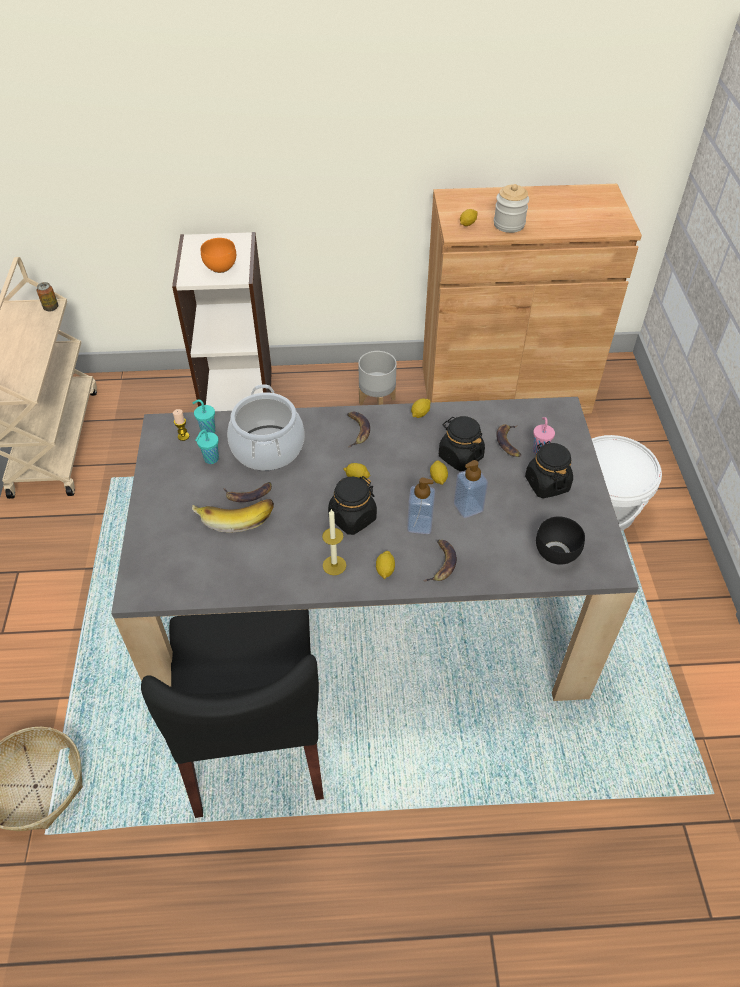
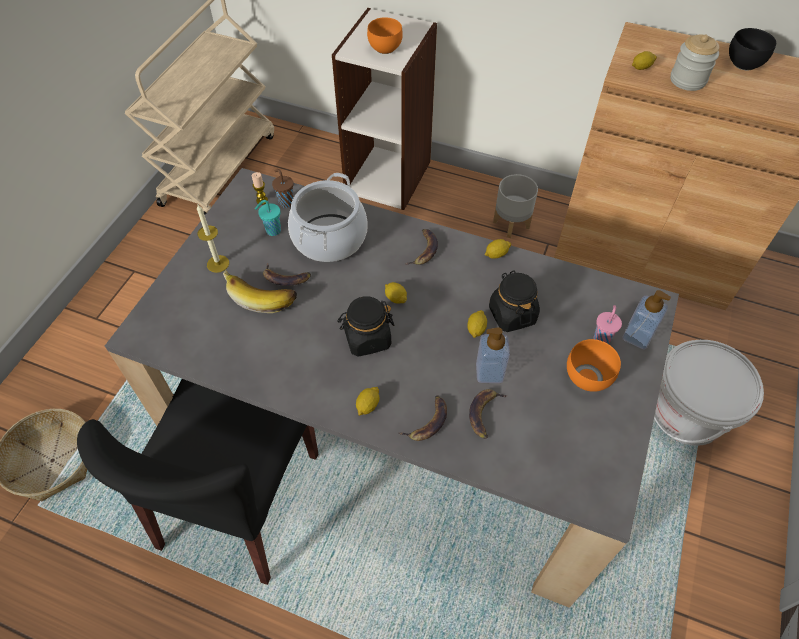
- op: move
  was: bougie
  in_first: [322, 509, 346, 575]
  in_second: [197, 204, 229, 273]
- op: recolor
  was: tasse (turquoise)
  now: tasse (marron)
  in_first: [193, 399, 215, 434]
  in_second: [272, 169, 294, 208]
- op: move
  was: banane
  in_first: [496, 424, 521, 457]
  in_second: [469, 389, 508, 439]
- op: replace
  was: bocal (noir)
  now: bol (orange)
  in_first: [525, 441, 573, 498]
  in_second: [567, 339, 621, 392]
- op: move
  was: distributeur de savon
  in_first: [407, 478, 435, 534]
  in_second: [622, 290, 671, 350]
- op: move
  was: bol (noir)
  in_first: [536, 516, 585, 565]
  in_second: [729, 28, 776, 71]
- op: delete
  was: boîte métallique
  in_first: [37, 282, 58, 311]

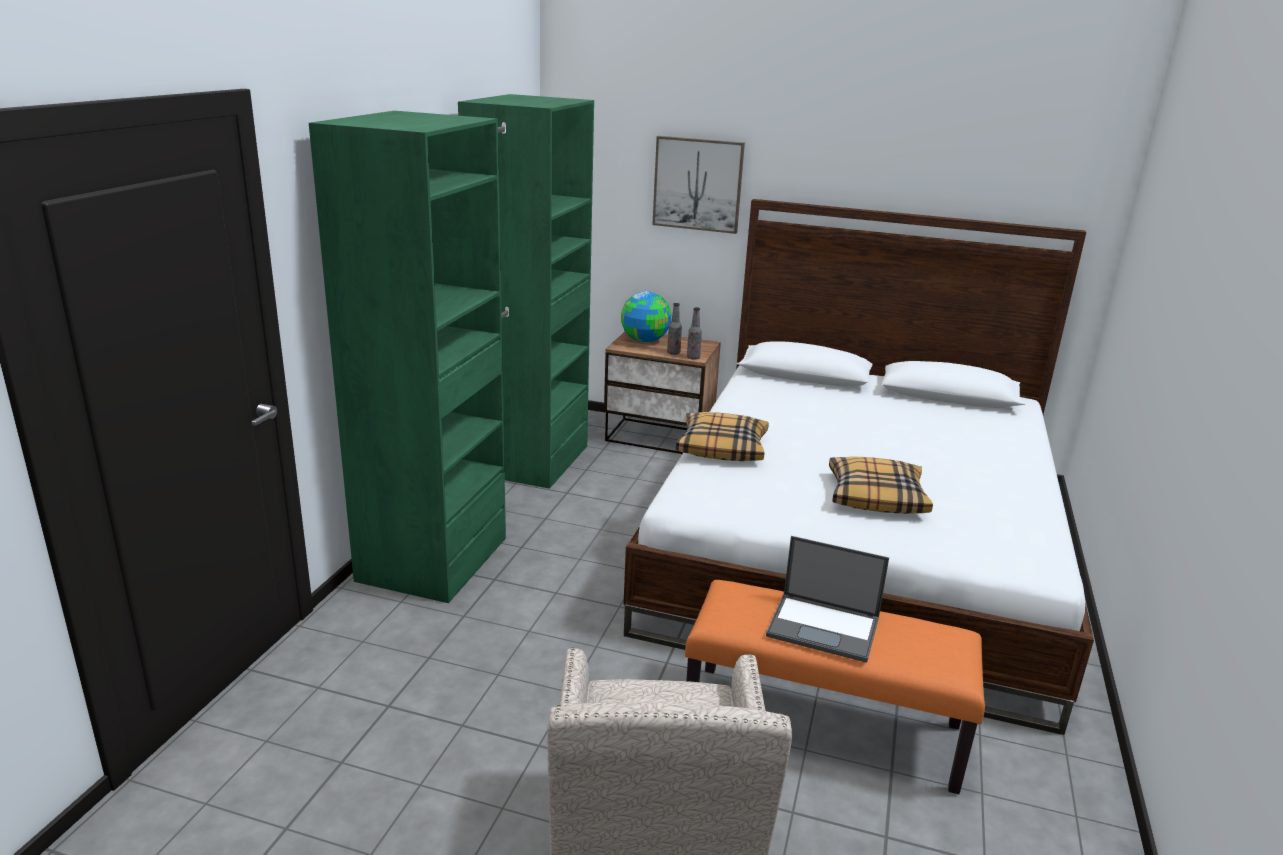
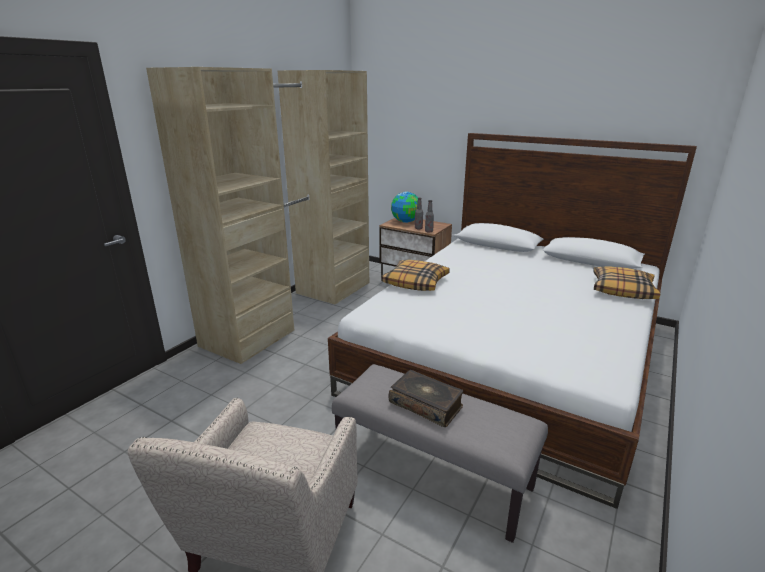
- op: recolor
  was: armoire (vert)
  now: armoire (beige)
  in_first: [309, 94, 594, 603]
  in_second: [146, 67, 369, 364]
- op: recolor
  was: banc (orange)
  now: banc (gris)
  in_first: [685, 580, 985, 794]
  in_second: [332, 364, 548, 543]
- op: replace
  was: ordinateur portable
  now: livre
  in_first: [766, 536, 889, 663]
  in_second: [388, 370, 464, 427]
- op: move
  was: coussin
  in_first: [829, 456, 933, 514]
  in_second: [593, 266, 661, 299]
- op: delete
  was: tableau
  in_first: [652, 136, 745, 234]

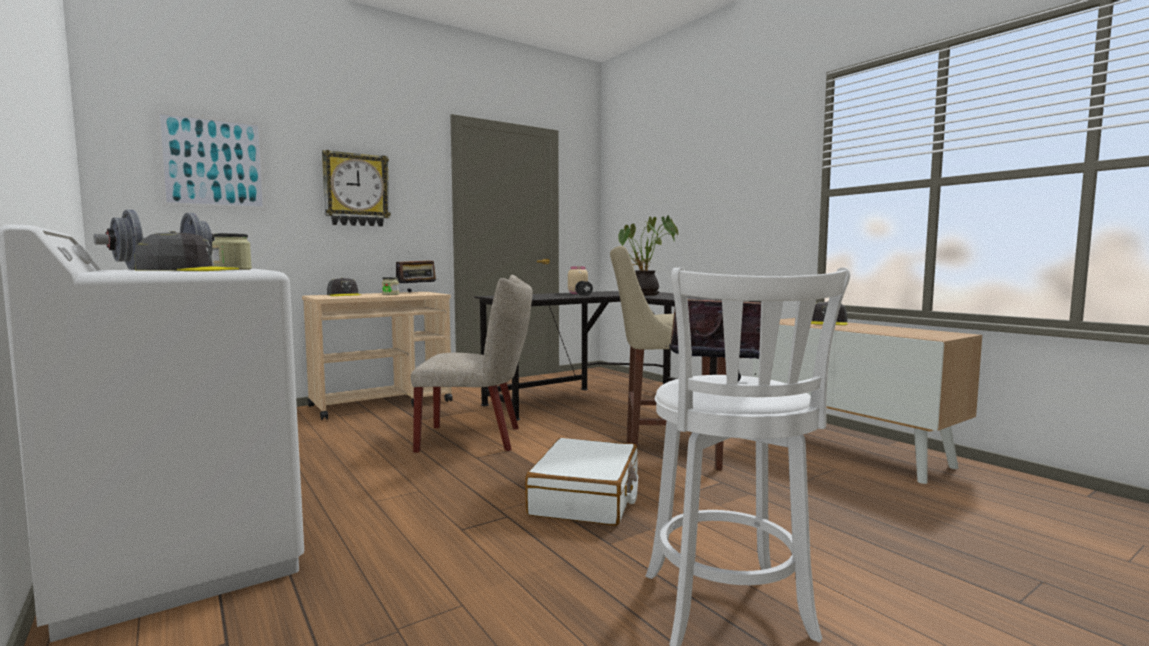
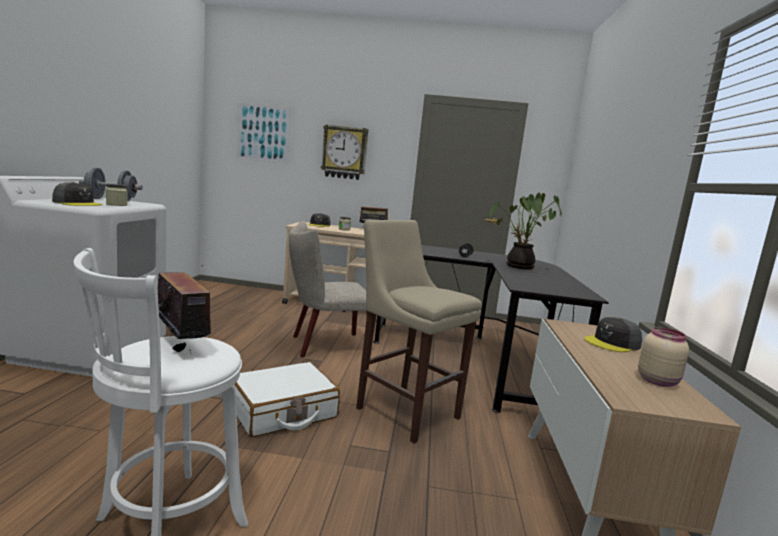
- op: rotate
  was: chaise (beige)
  in_first: [411, 275, 533, 452]
  in_second: [289, 221, 367, 357]
  clockwise: 120
- op: move
  was: bocal (beige)
  in_first: [568, 266, 588, 294]
  in_second: [638, 327, 689, 387]

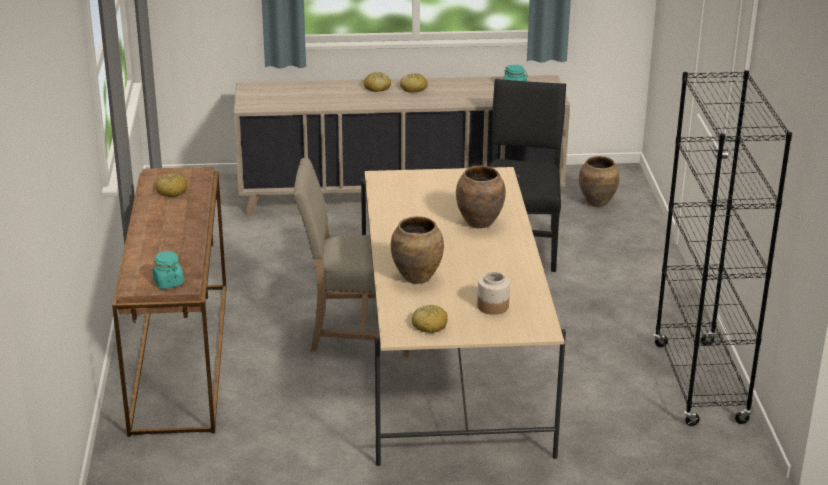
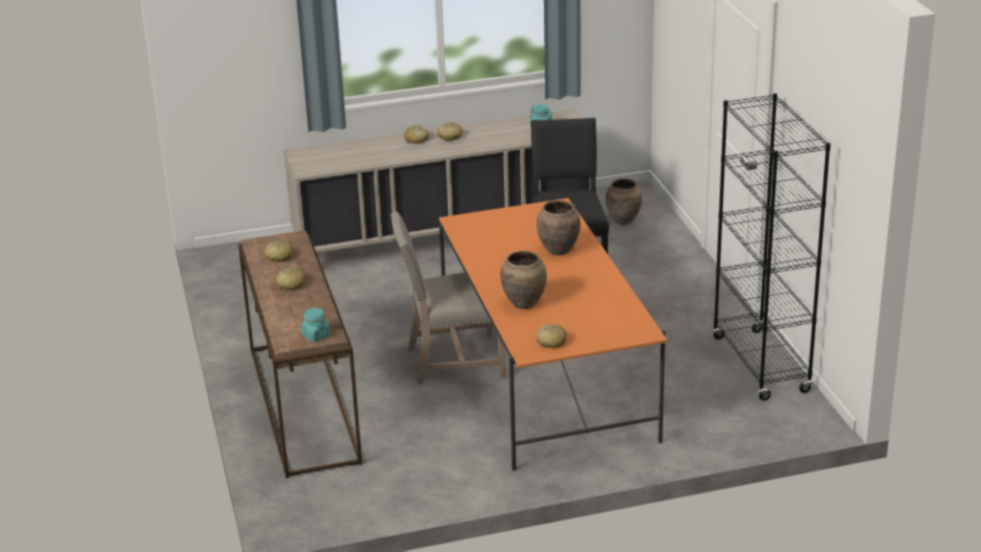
- op: insert
  now: pain
  in_second: [276, 268, 305, 290]
- op: recolor
  was: table à manger (beige)
  now: table à manger (orange)
  in_first: [361, 167, 566, 466]
  in_second: [439, 198, 667, 471]
- op: delete
  was: bocal
  in_first: [477, 272, 510, 315]

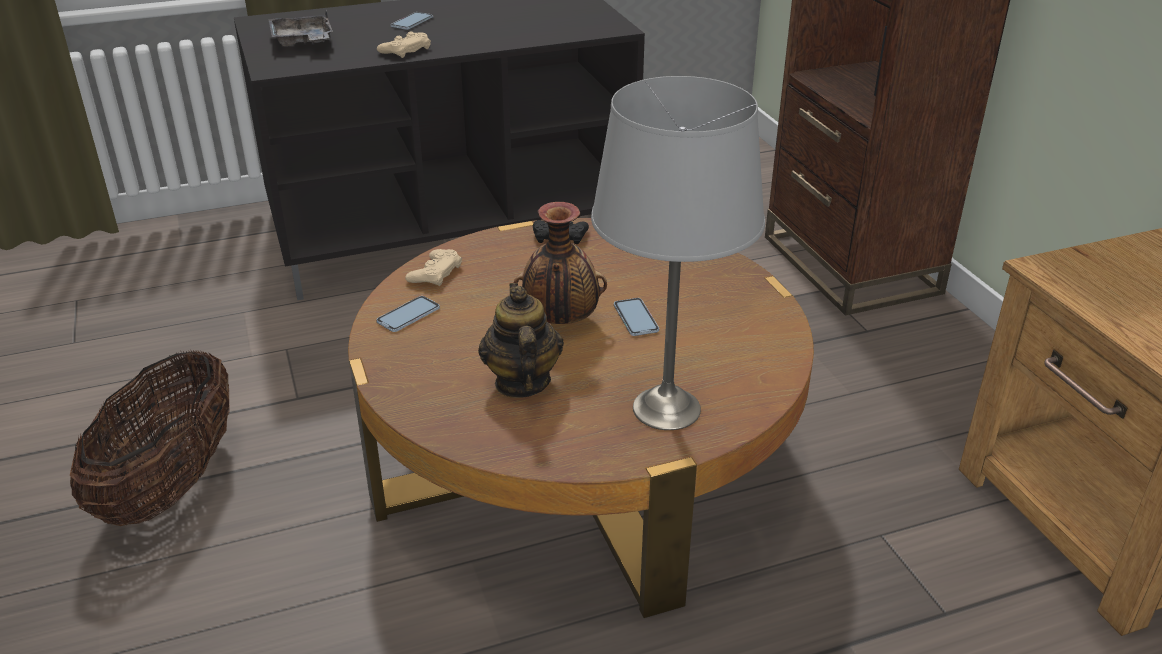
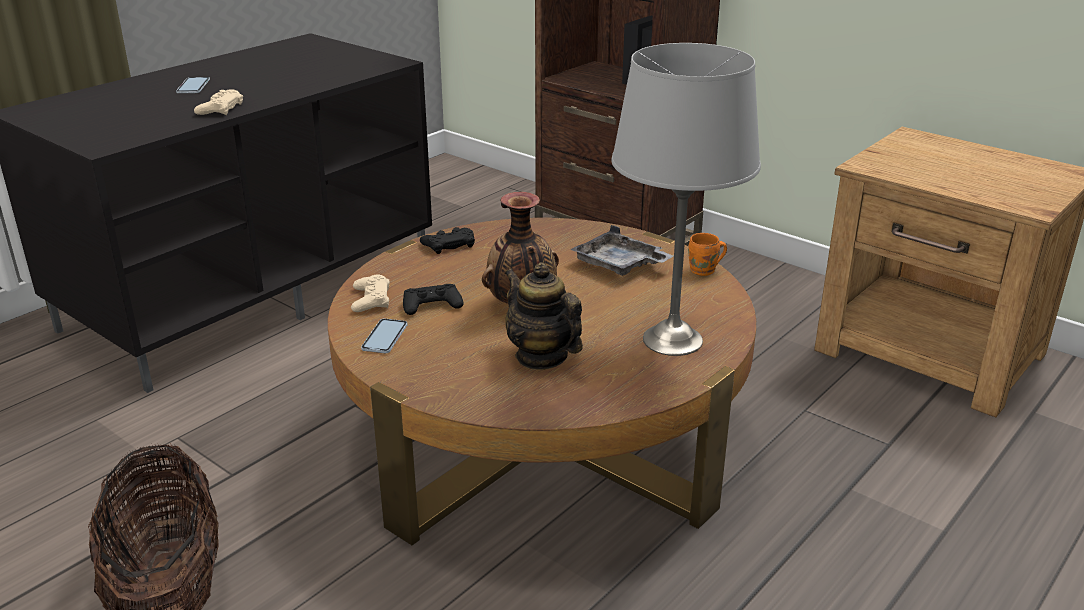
- op: insert
  now: manette (noir)
  in_second: [403, 284, 464, 315]
- op: move
  was: plateau (gris)
  in_first: [268, 10, 333, 47]
  in_second: [570, 225, 673, 276]
- op: insert
  now: mug (orange)
  in_second: [688, 233, 727, 276]
- op: delete
  was: téléphone
  in_first: [614, 298, 659, 336]

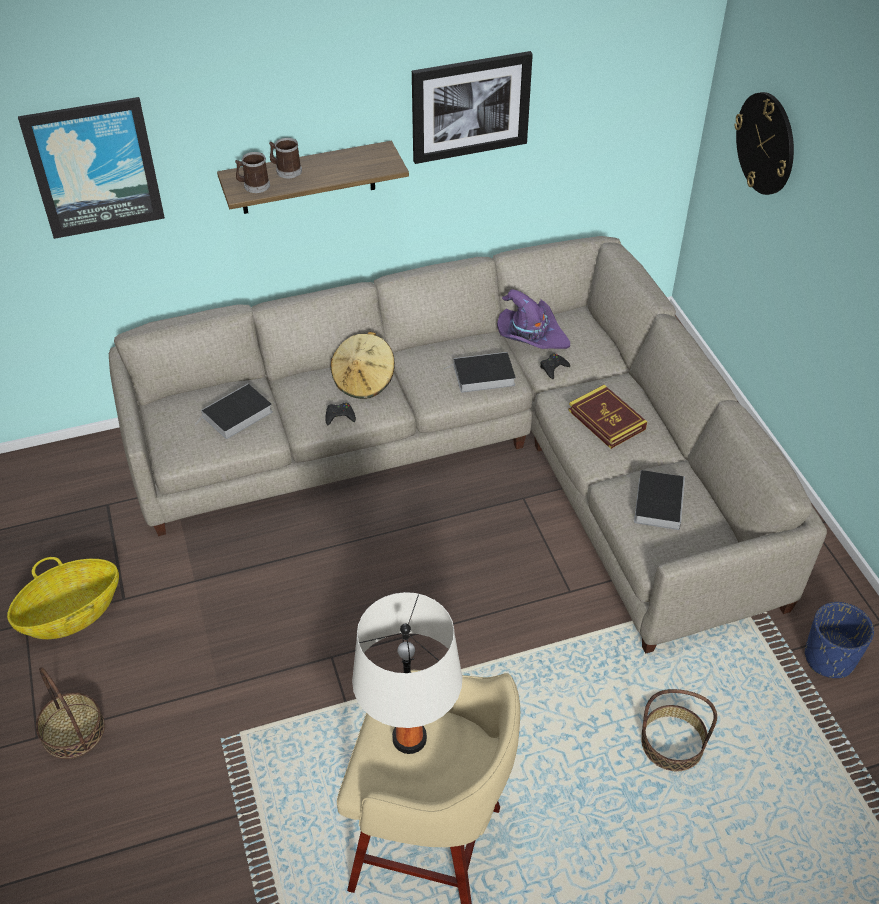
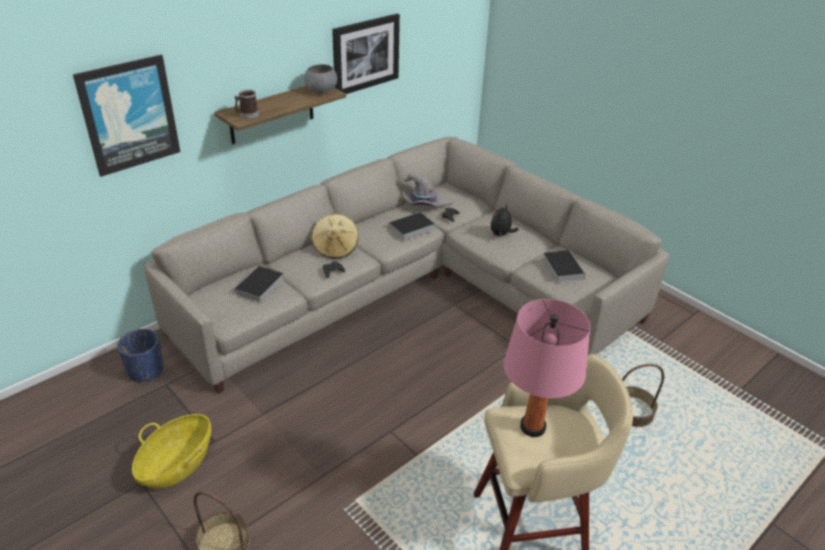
- op: move
  was: cache-pot (bleu)
  in_first: [805, 602, 874, 678]
  in_second: [117, 329, 163, 382]
- op: insert
  now: bol (gris)
  in_second: [304, 64, 337, 93]
- op: recolor
  was: chapeau (violet)
  now: chapeau (gris)
  in_first: [497, 289, 570, 349]
  in_second: [402, 173, 453, 207]
- op: replace
  was: livre
  now: peluche
  in_first: [568, 385, 647, 449]
  in_second: [491, 203, 519, 237]
- op: recolor
  was: lampe de table (blanc)
  now: lampe de table (rose)
  in_first: [352, 592, 462, 754]
  in_second: [504, 299, 590, 437]
- op: delete
  was: mug
  in_first: [269, 138, 302, 178]
- op: delete
  was: horloge murale
  in_first: [734, 92, 794, 195]

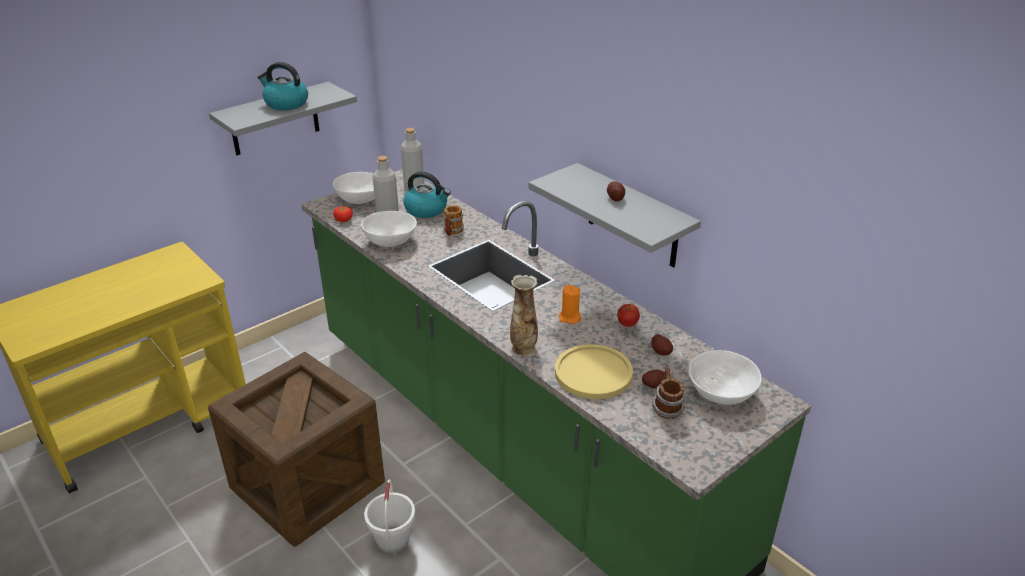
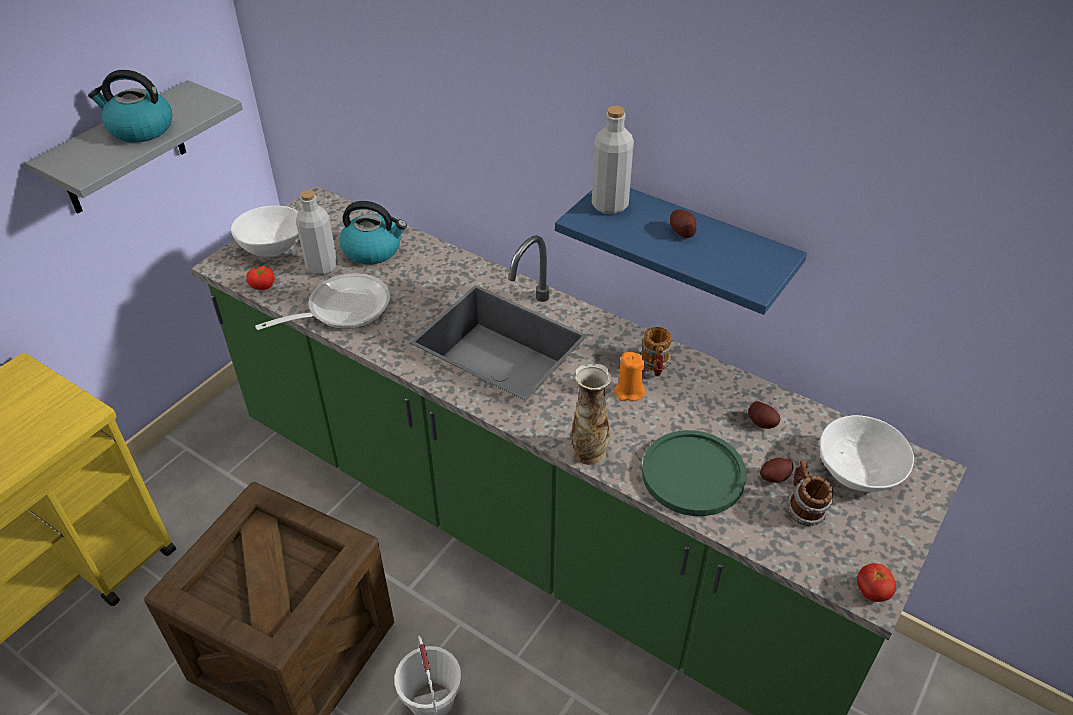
- op: replace
  was: bol (blanc)
  now: poêle
  in_first: [361, 211, 417, 247]
  in_second: [255, 273, 390, 330]
- op: recolor
  was: étagère (gris)
  now: étagère (bleu)
  in_first: [529, 163, 701, 268]
  in_second: [555, 188, 807, 315]
- op: move
  was: bouteille (gris)
  in_first: [401, 128, 424, 187]
  in_second: [592, 106, 634, 214]
- op: move
  was: mug
  in_first: [443, 205, 464, 236]
  in_second: [641, 327, 672, 376]
- op: recolor
  was: assiette (jaune)
  now: assiette (vert)
  in_first: [555, 344, 633, 399]
  in_second: [642, 430, 746, 516]
- op: move
  was: tomate
  in_first: [617, 304, 640, 327]
  in_second: [857, 563, 896, 602]

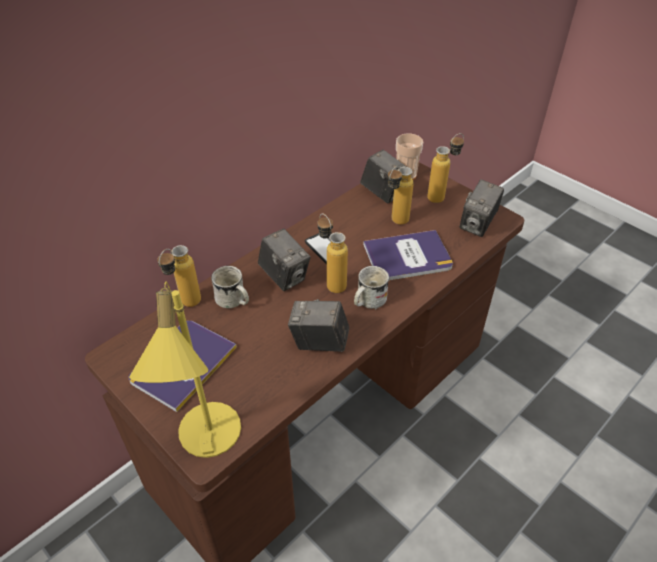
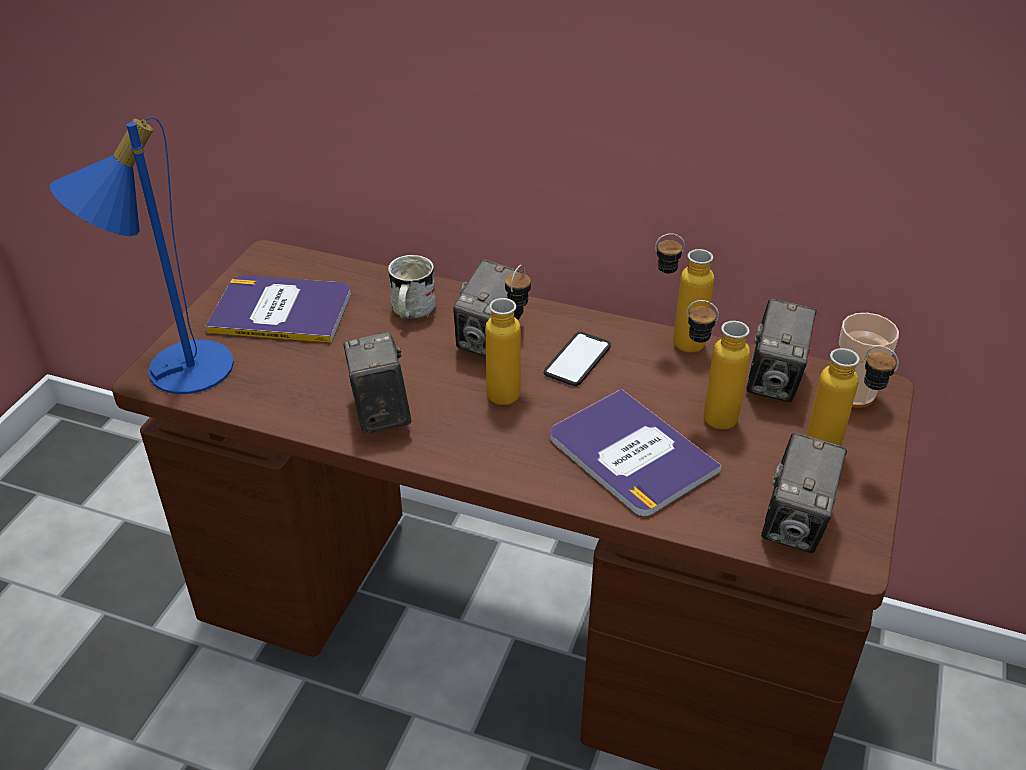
- op: recolor
  was: lampe de table (jaune)
  now: lampe de table (bleu)
  in_first: [129, 282, 241, 458]
  in_second: [50, 117, 234, 394]
- op: move
  was: bouteille
  in_first: [157, 245, 201, 307]
  in_second: [655, 233, 714, 353]
- op: rotate
  was: appareil photo
  in_first: [460, 179, 504, 237]
  in_second: [761, 432, 847, 553]
  clockwise: -75
- op: delete
  was: mug (blanc)
  in_first: [354, 266, 389, 310]

